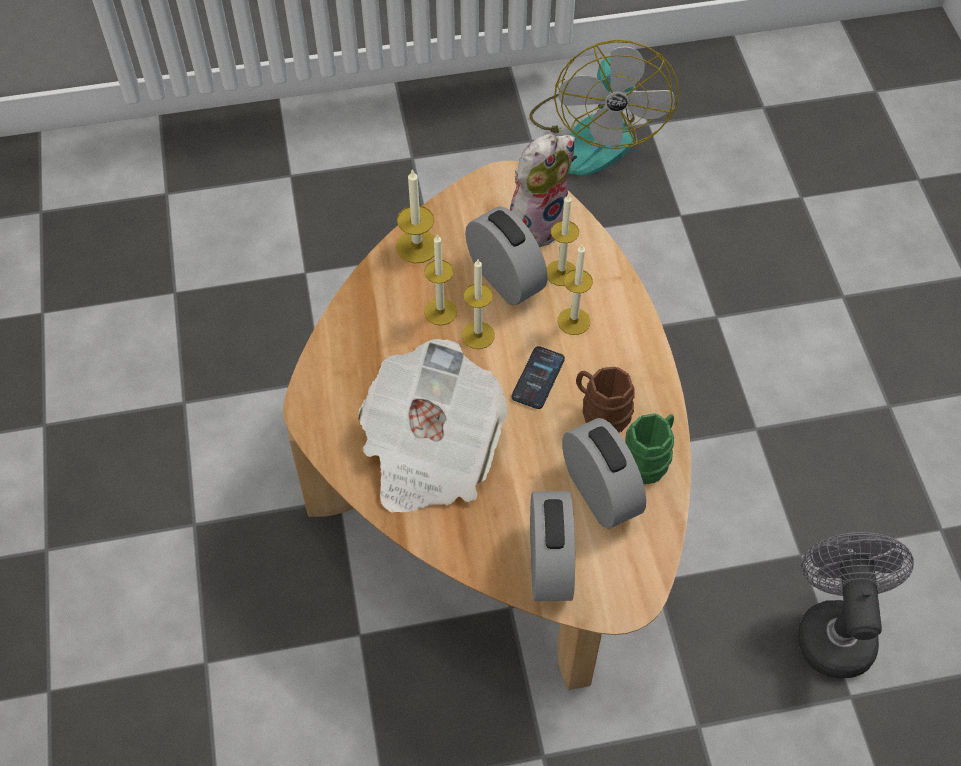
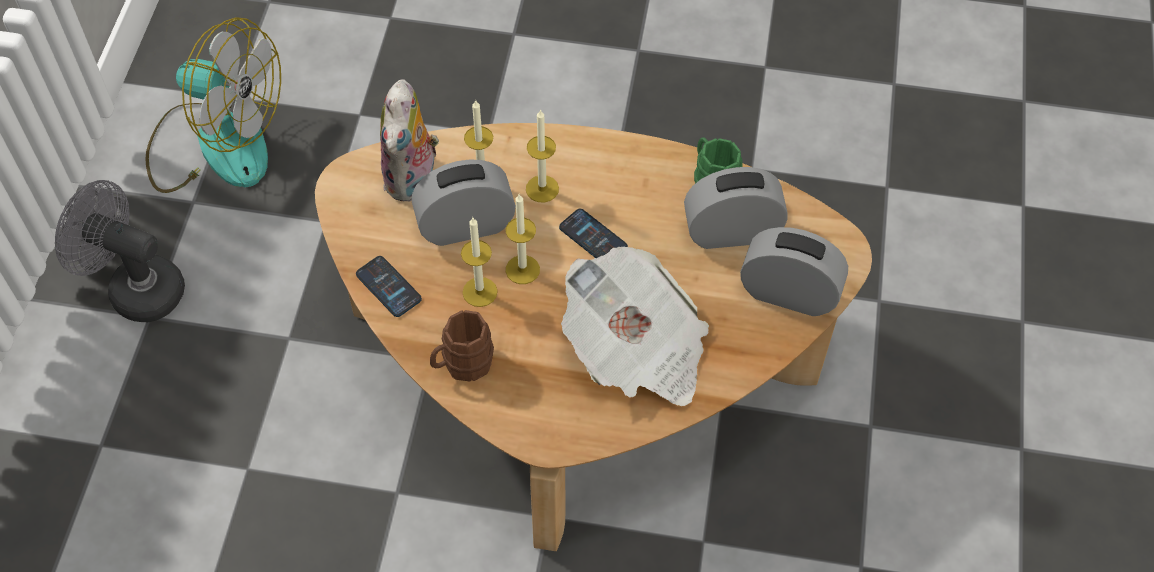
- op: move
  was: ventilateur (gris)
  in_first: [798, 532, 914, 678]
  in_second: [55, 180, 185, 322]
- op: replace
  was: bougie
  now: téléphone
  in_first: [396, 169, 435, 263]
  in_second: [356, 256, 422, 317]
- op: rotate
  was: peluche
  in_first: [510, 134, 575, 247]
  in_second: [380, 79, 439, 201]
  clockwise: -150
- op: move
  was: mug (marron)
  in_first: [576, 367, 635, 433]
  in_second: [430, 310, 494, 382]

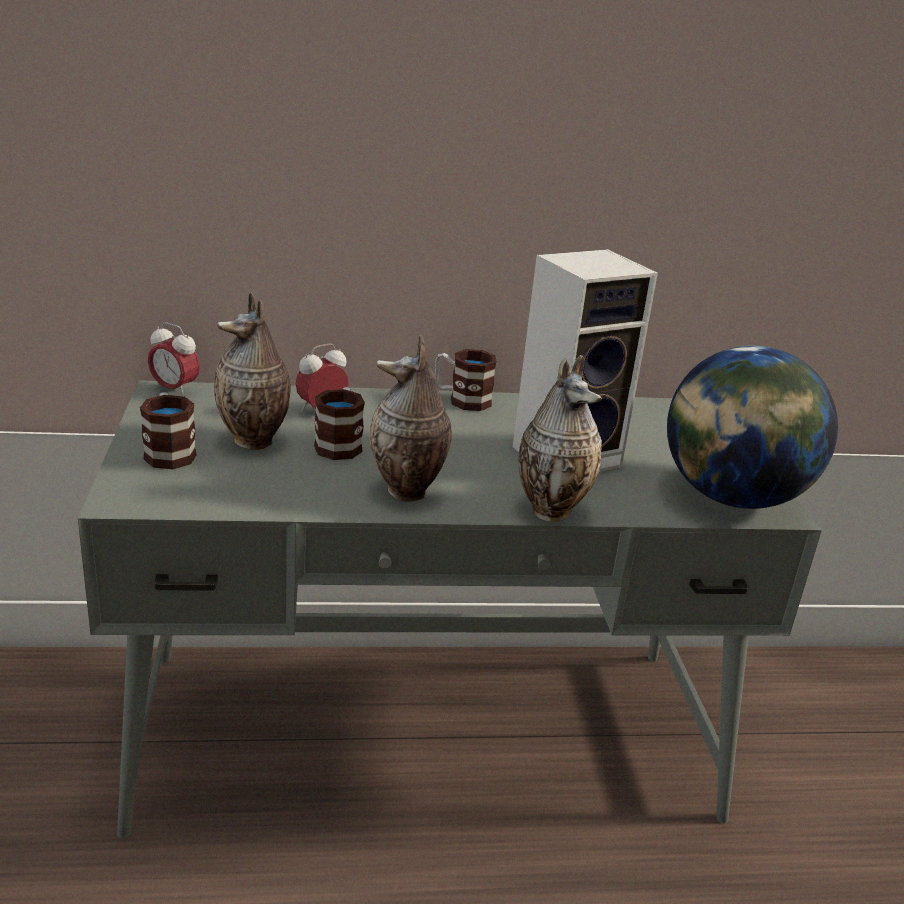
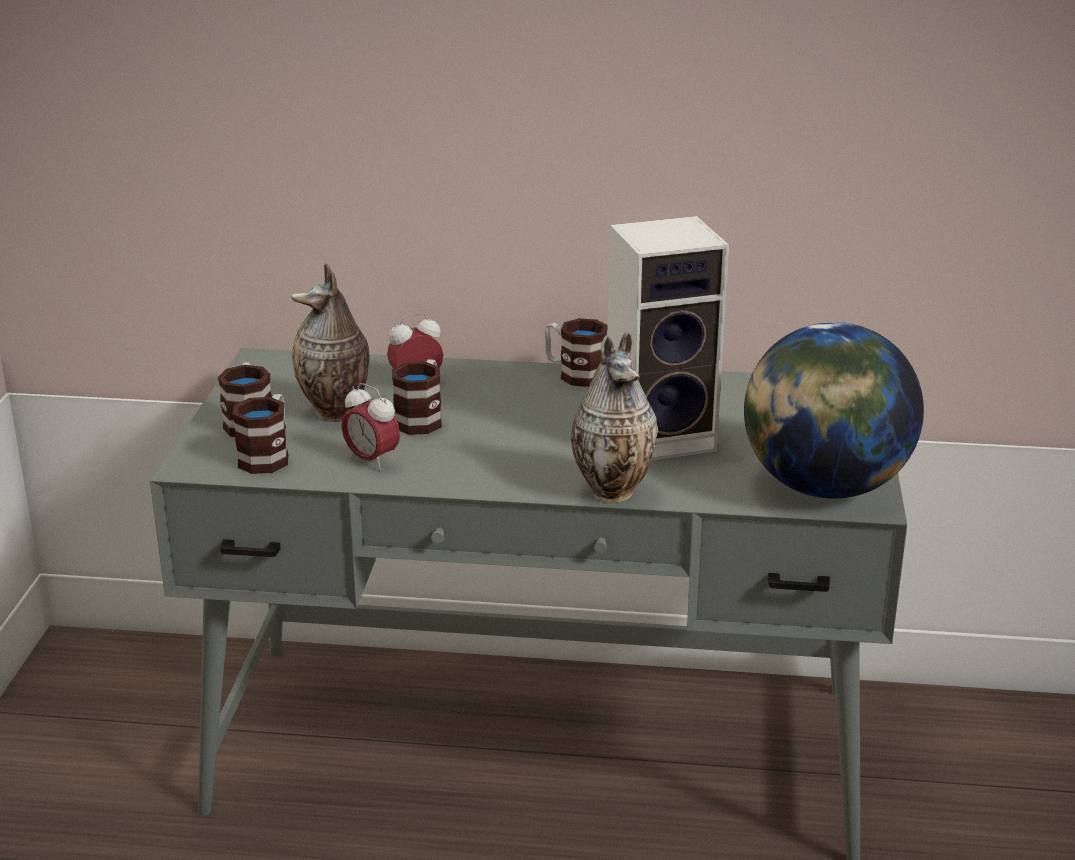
- op: insert
  now: mug
  in_second: [233, 394, 289, 474]
- op: move
  was: réveil
  in_first: [148, 322, 200, 396]
  in_second: [341, 383, 400, 471]
- op: delete
  was: vase
  in_first: [369, 335, 452, 502]

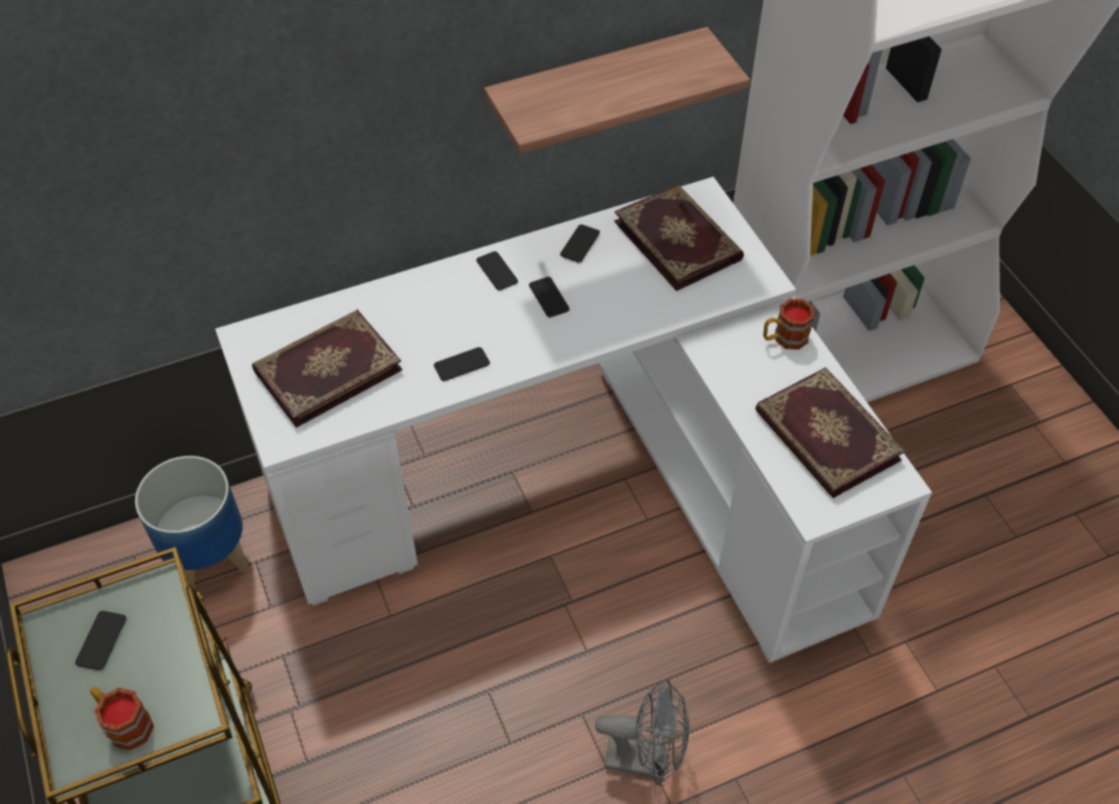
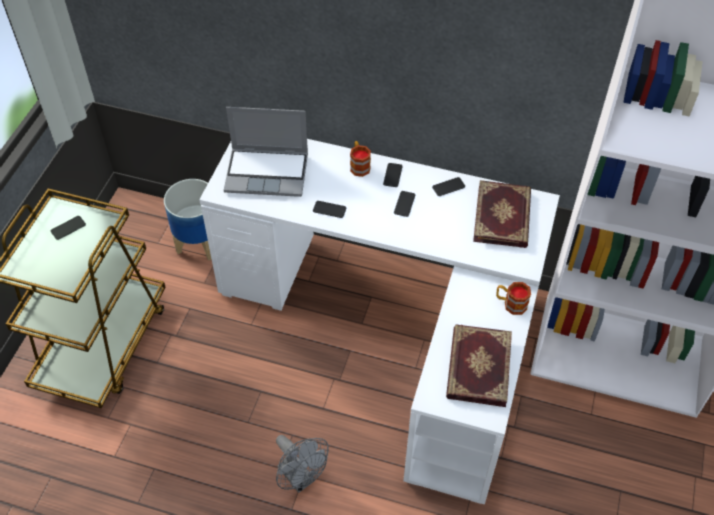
- op: replace
  was: livre
  now: ordinateur portable
  in_first: [252, 310, 402, 428]
  in_second: [224, 107, 308, 197]
- op: move
  was: mug
  in_first: [90, 686, 154, 750]
  in_second: [350, 141, 371, 177]
- op: delete
  was: étagère
  in_first: [484, 27, 750, 154]

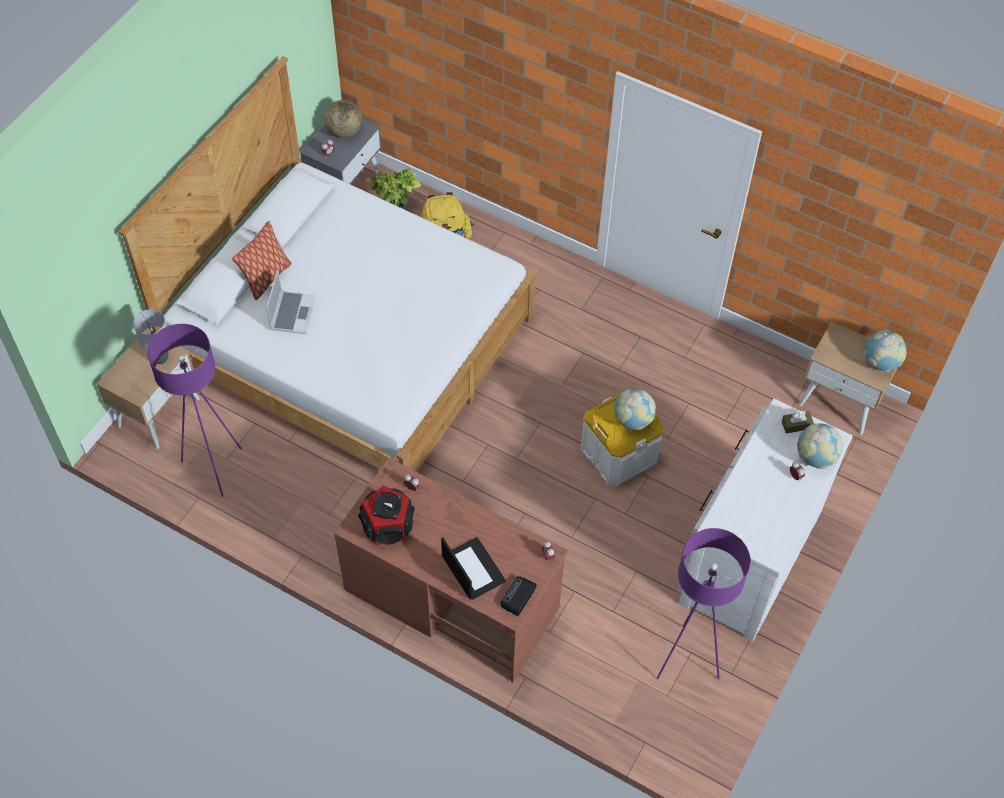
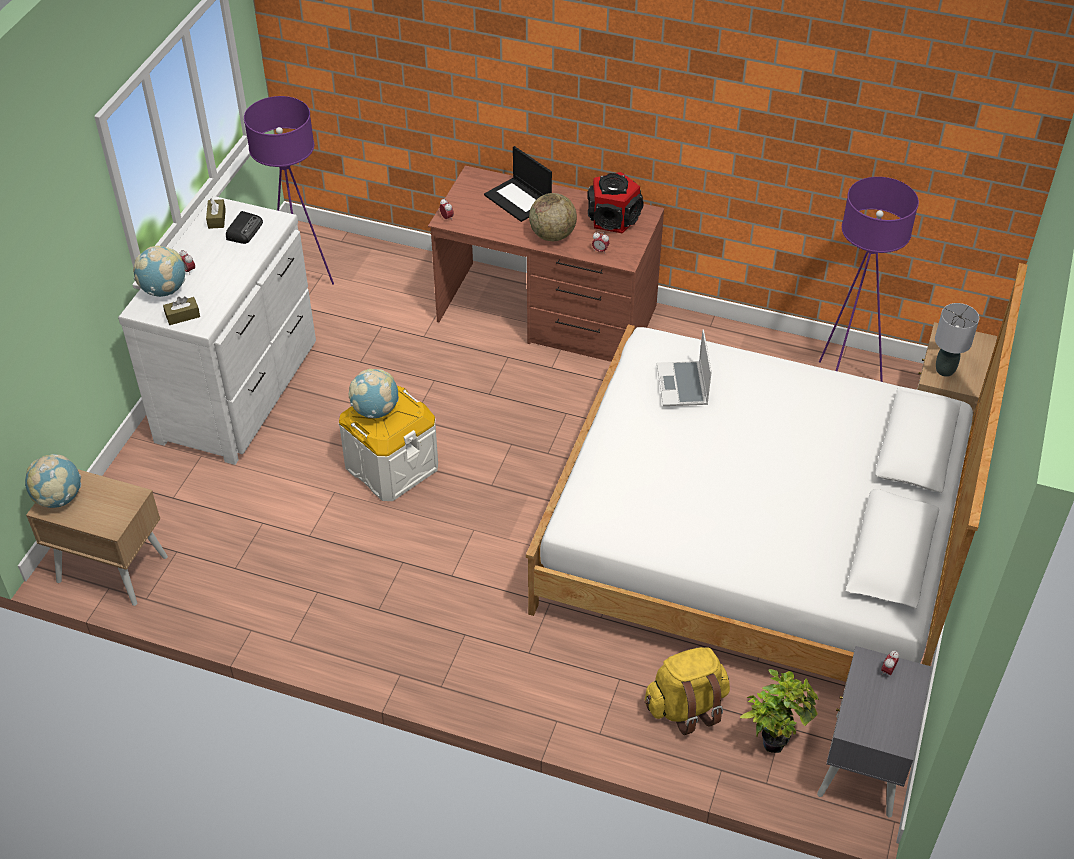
- op: insert
  now: boîte à mouchoirs (marron)
  in_second: [206, 198, 226, 229]
- op: move
  was: radio
  in_first: [500, 576, 536, 616]
  in_second: [226, 211, 263, 244]
- op: move
  was: globe
  in_first: [324, 100, 362, 138]
  in_second: [529, 193, 577, 241]
- op: move
  was: ordinateur portable
  in_first: [266, 269, 316, 334]
  in_second: [657, 330, 712, 406]
- op: delete
  was: coussin
  in_first: [232, 221, 292, 300]

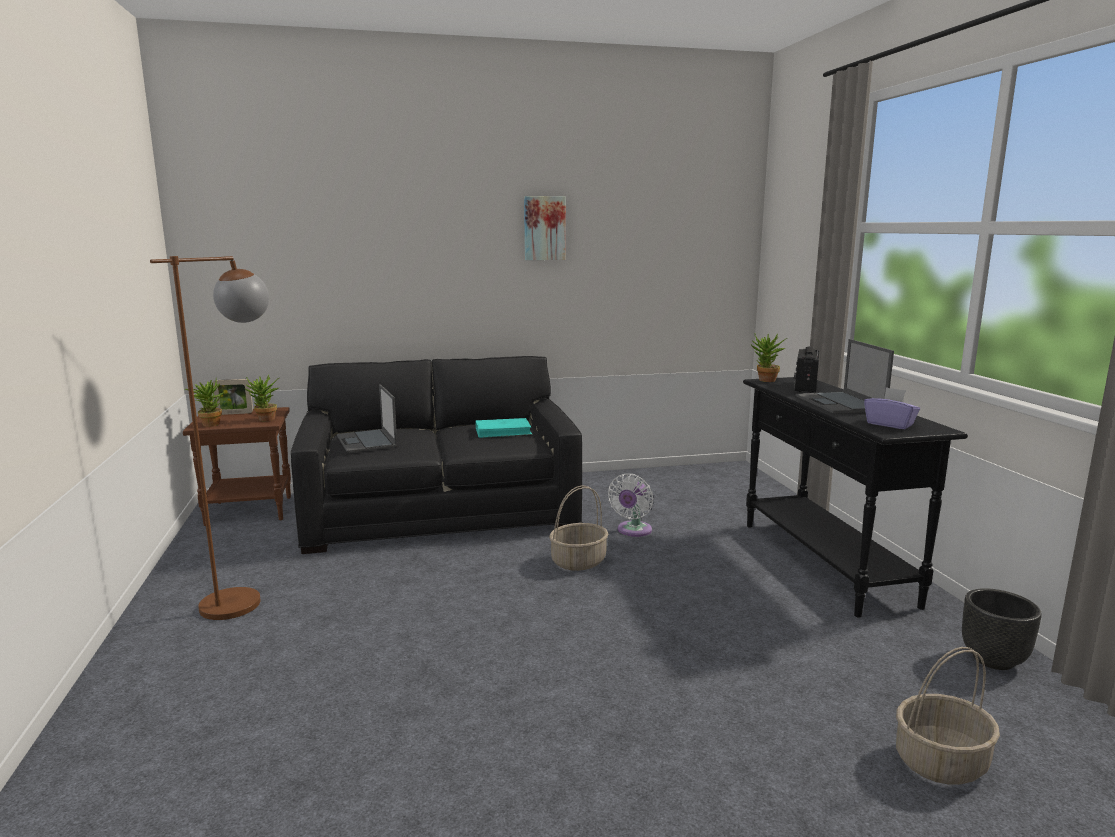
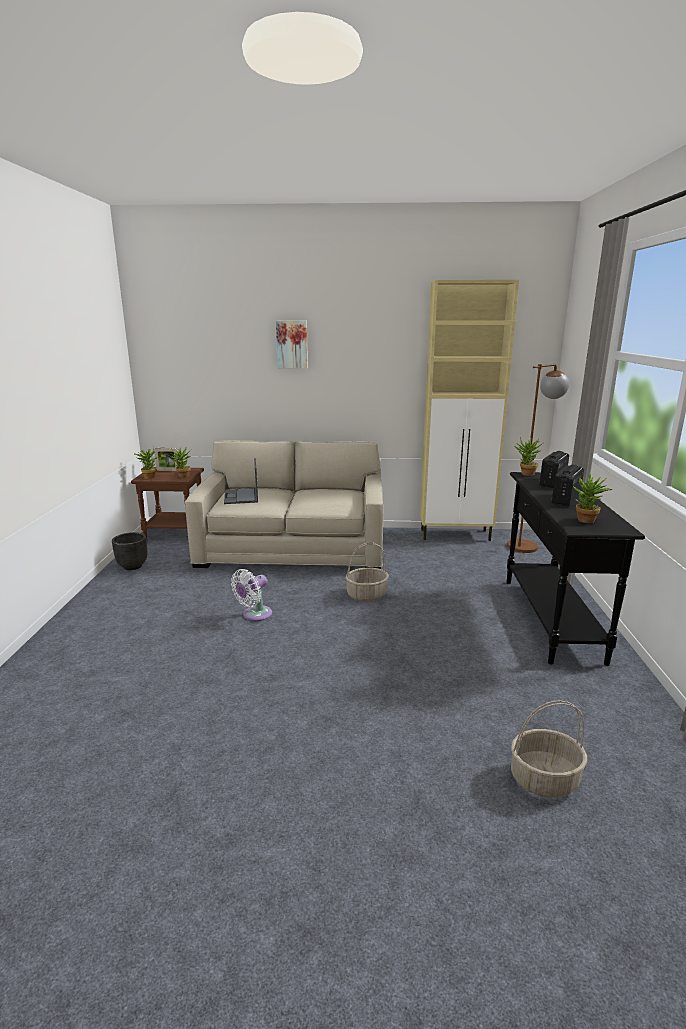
- op: move
  was: cache-pot (noir)
  in_first: [962, 588, 1042, 670]
  in_second: [112, 532, 147, 570]
- op: recolor
  was: canapé (noir)
  now: canapé (beige)
  in_first: [291, 356, 582, 554]
  in_second: [185, 440, 383, 569]
- op: move
  was: ventilateur (blanc)
  in_first: [608, 474, 653, 537]
  in_second: [231, 569, 272, 621]
- op: move
  was: tableau
  in_first: [524, 196, 566, 260]
  in_second: [276, 320, 308, 368]
- op: insert
  now: meuble de rangement (beige)
  in_second: [420, 280, 519, 541]
- op: move
  was: lampadaire (marron)
  in_first: [150, 256, 269, 620]
  in_second: [507, 364, 569, 553]
- op: replace
  was: ordinateur portable
  now: radio
  in_first: [796, 339, 894, 414]
  in_second: [552, 464, 584, 506]
- op: replace
  was: boîte à mouchoirs (violet)
  now: plante en pot
  in_first: [864, 387, 920, 429]
  in_second: [573, 473, 612, 523]
- op: delete
  was: livre (turquoise)
  in_first: [476, 418, 533, 438]

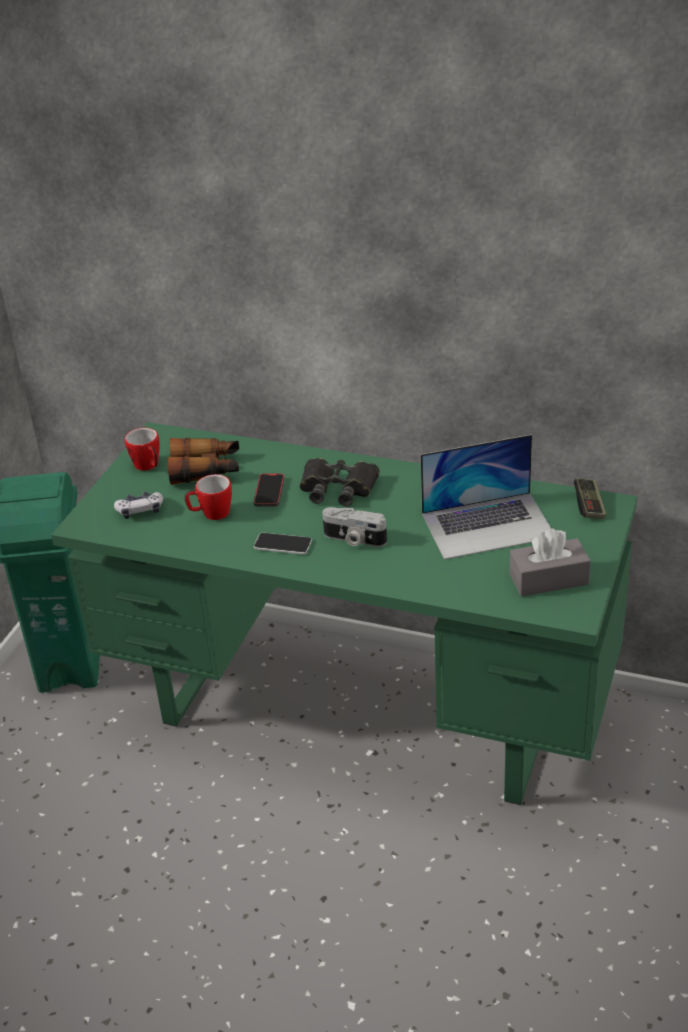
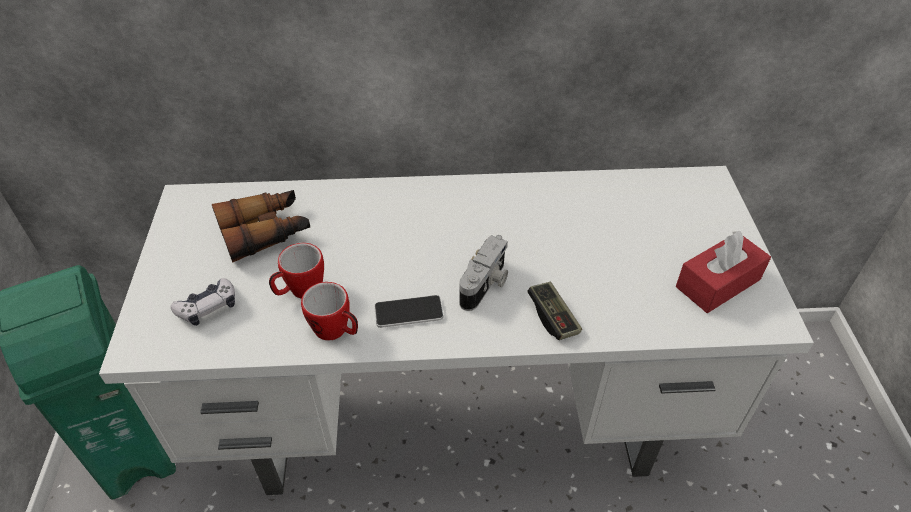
- op: recolor
  was: bureau (vert)
  now: bureau (blanc)
  in_first: [51, 422, 638, 805]
  in_second: [99, 166, 814, 495]
- op: move
  was: mug
  in_first: [125, 428, 159, 471]
  in_second: [301, 282, 358, 341]
- op: rotate
  was: appareil photo
  in_first: [322, 507, 387, 547]
  in_second: [459, 235, 508, 311]
  clockwise: -60
- op: move
  was: manette
  in_first: [574, 478, 606, 519]
  in_second: [528, 282, 582, 340]
- op: recolor
  was: boîte à mouchoirs (gris)
  now: boîte à mouchoirs (rouge)
  in_first: [509, 528, 591, 597]
  in_second: [676, 231, 771, 313]
- op: delete
  was: téléphone
  in_first: [254, 473, 284, 506]
- op: delete
  was: jumelles (noir)
  in_first: [299, 458, 380, 506]
- op: delete
  was: ordinateur portable
  in_first: [421, 434, 552, 560]

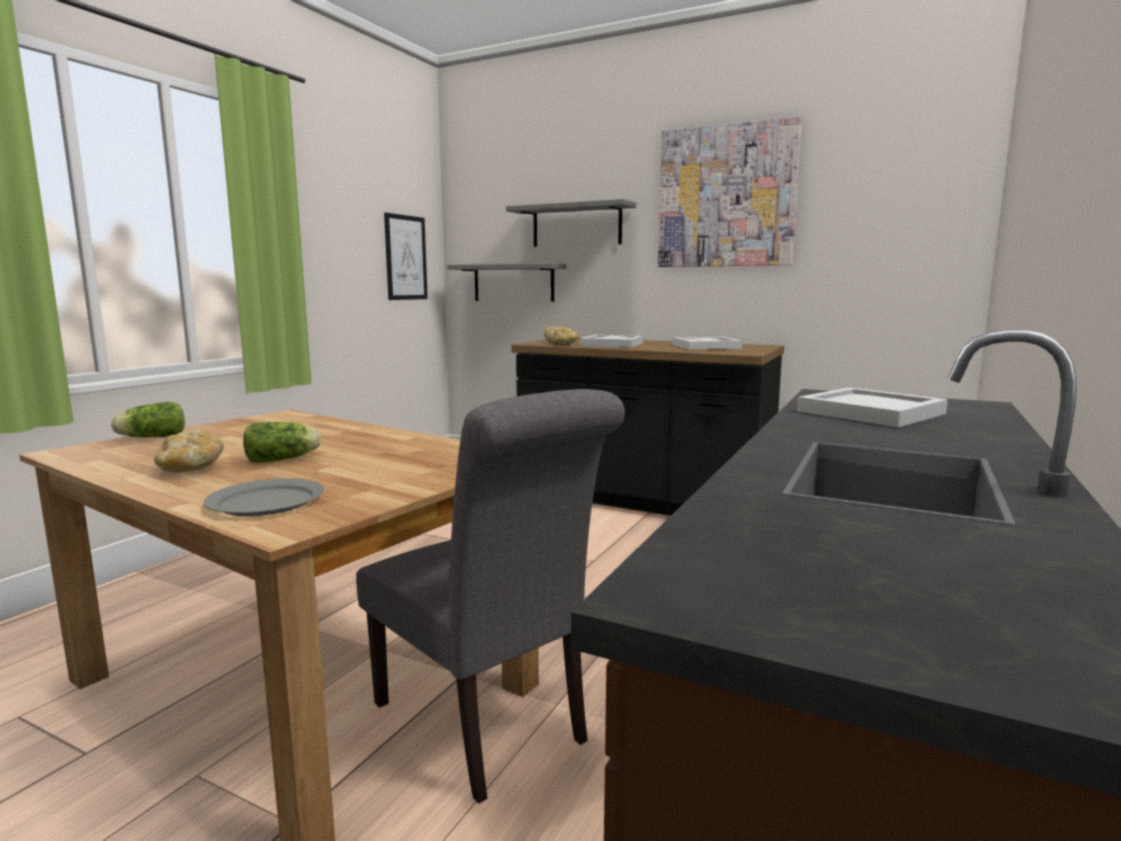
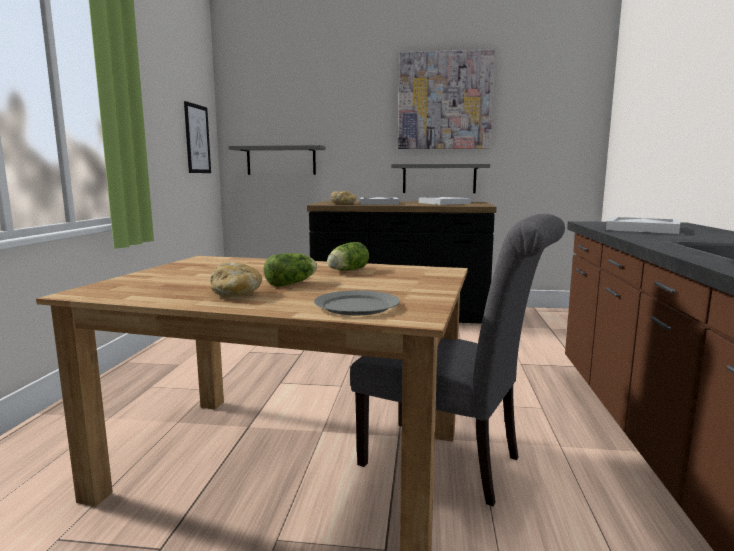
- op: move
  was: laitue
  in_first: [111, 402, 185, 437]
  in_second: [327, 242, 369, 271]
- op: move
  was: étagère (gris)
  in_first: [506, 199, 636, 247]
  in_second: [391, 164, 490, 193]

